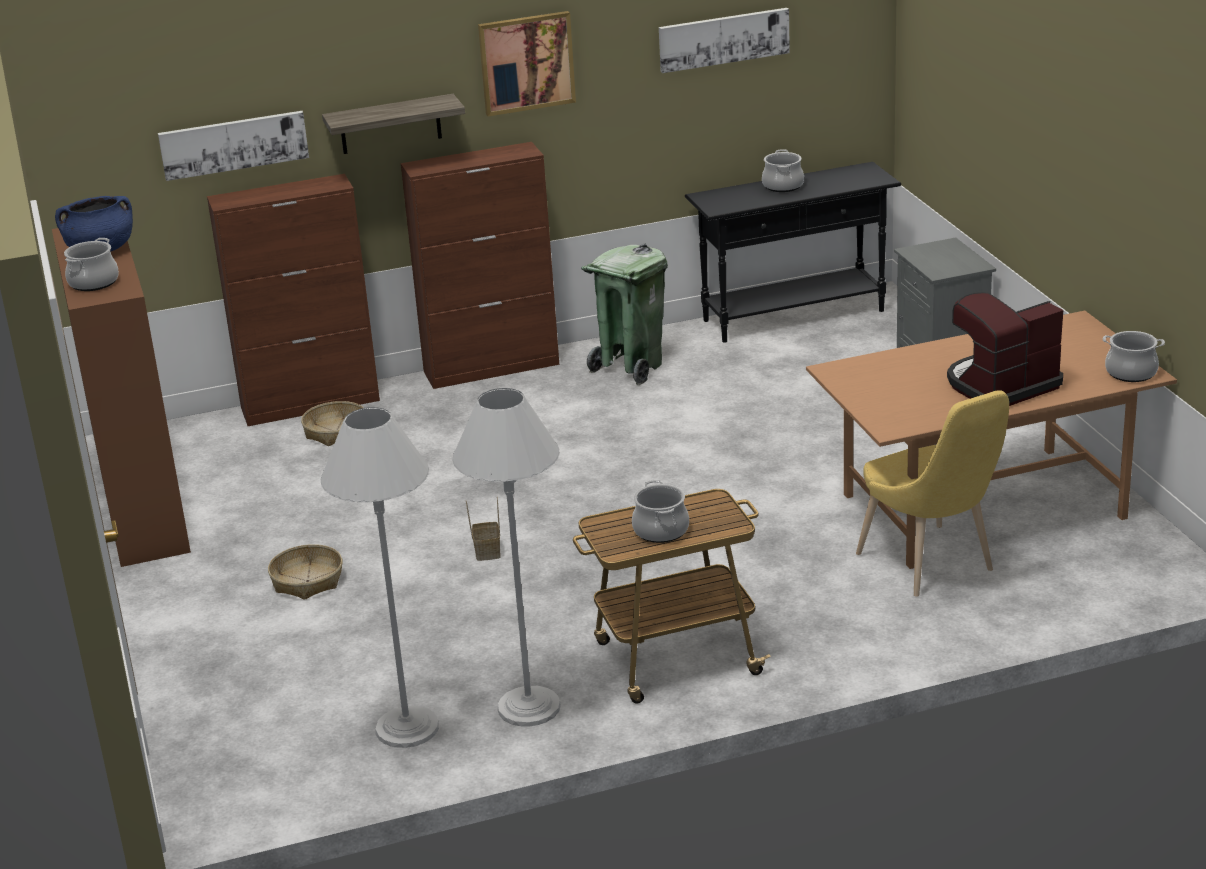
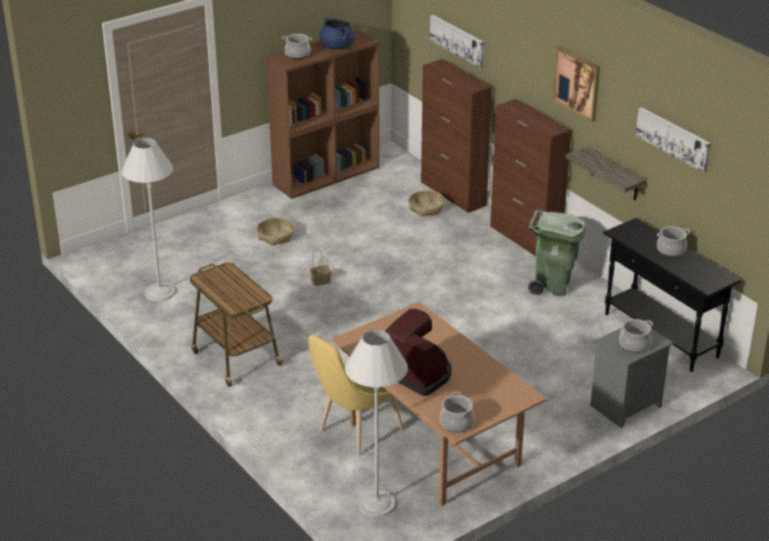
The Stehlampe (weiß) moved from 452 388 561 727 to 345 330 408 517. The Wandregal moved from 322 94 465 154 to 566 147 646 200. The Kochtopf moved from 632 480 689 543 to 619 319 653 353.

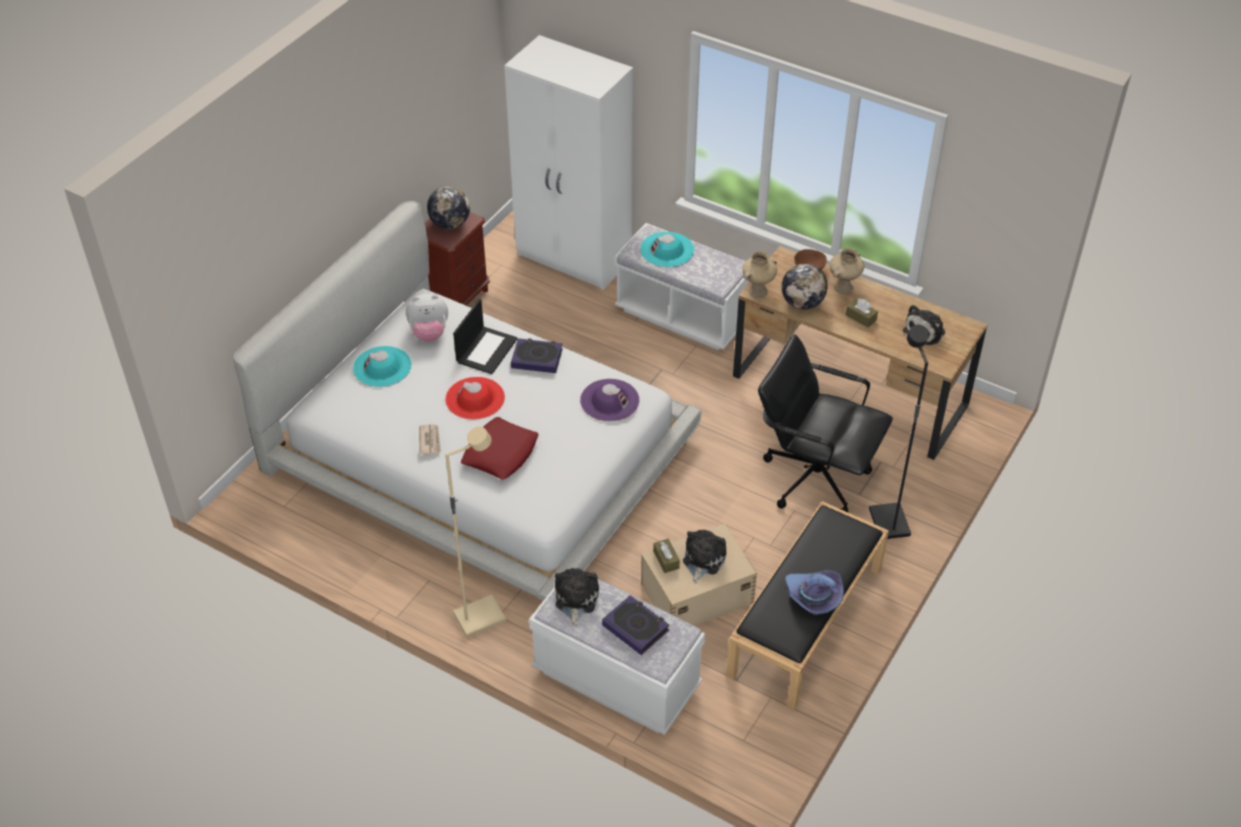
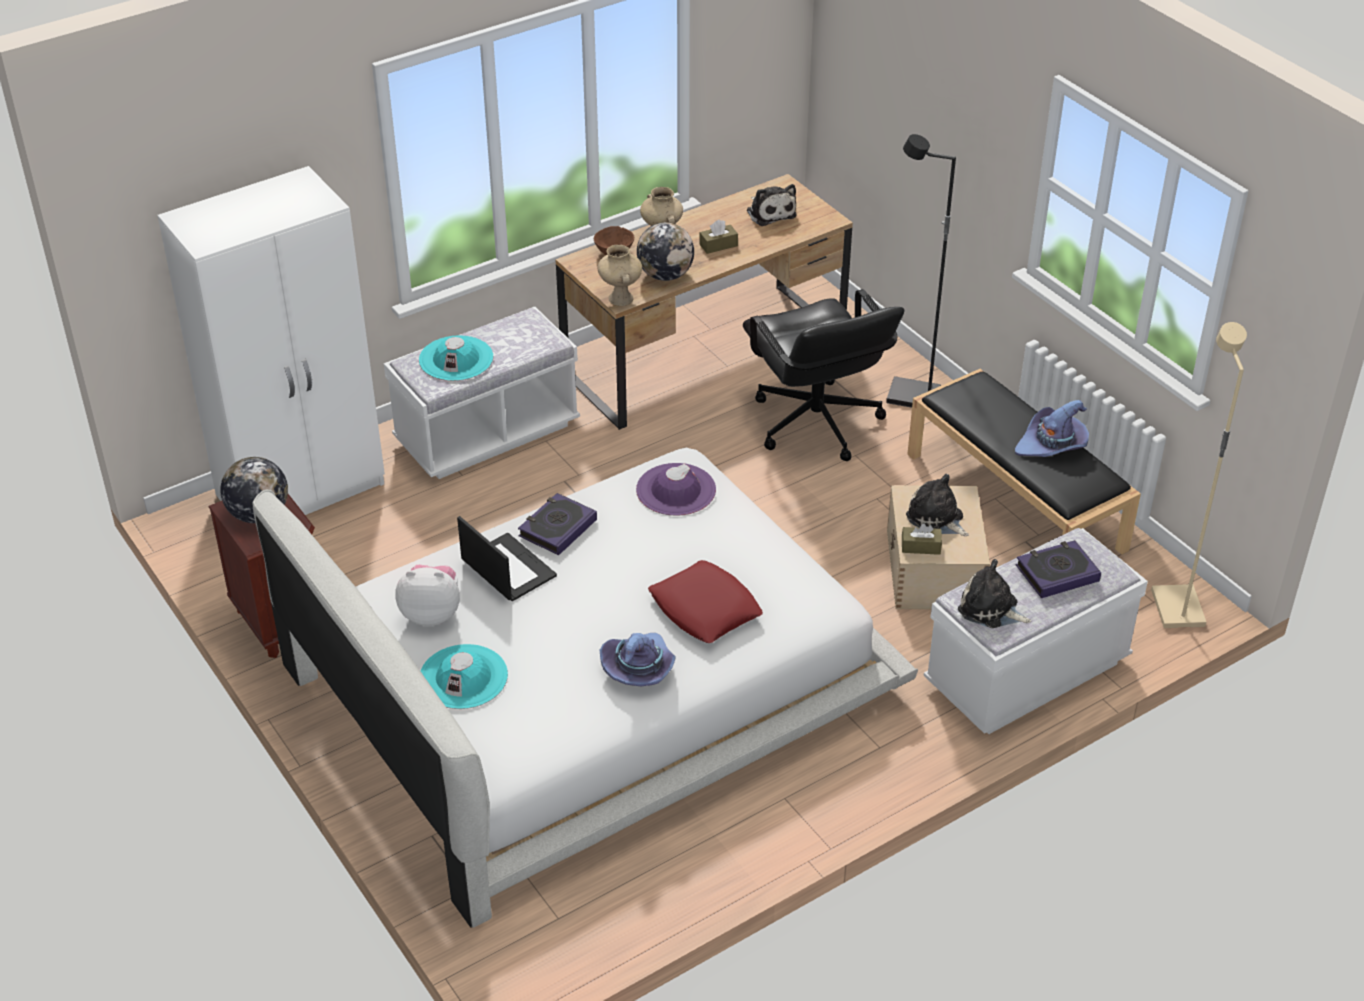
The Plüschtier at 406 294 448 342 turned 105 degrees counterclockwise. The Zeitung at 419 424 441 455 was replaced by the Hut (lila) at 600 633 676 686. The Bürostuhl (schwarz) at 758 334 893 513 turned 75 degrees counterclockwise. The Stehlampe (beige) moved from 445 427 506 637 to 1151 322 1247 628. The Hut (rot) at 446 377 505 419 disappeared.

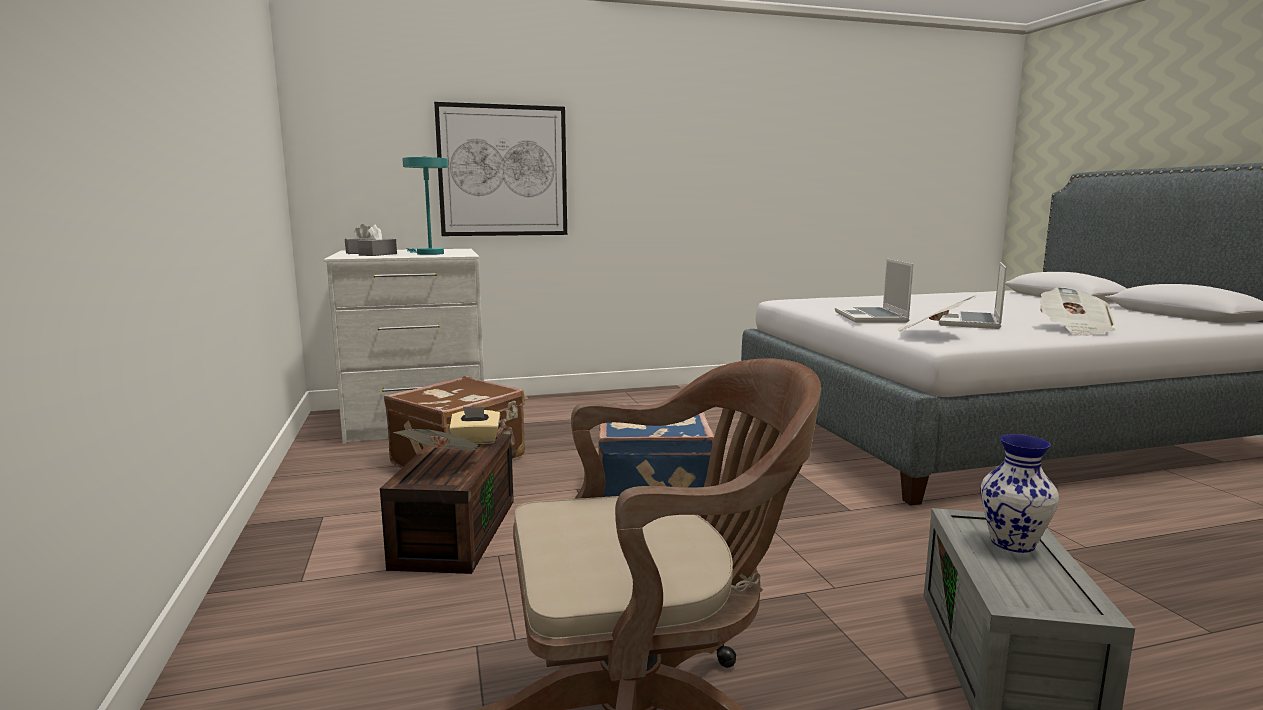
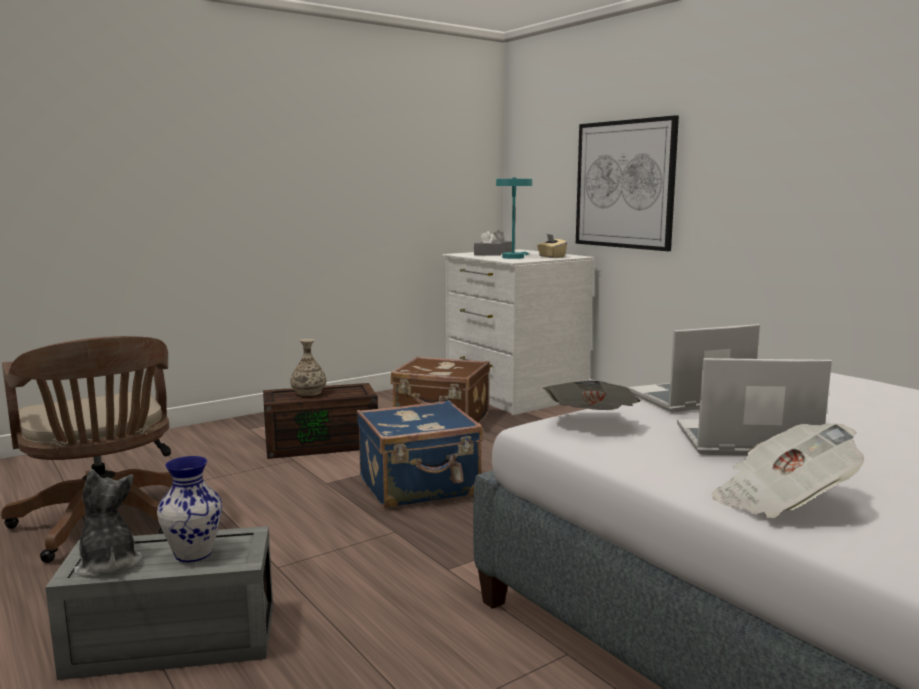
The Plüschtier at 74 469 142 578 appeared. The Zeitung at 393 429 480 450 was replaced by the Vase at 290 339 326 396. The Taschentuchbox (beige) moved from 449 407 500 444 to 537 234 568 258.

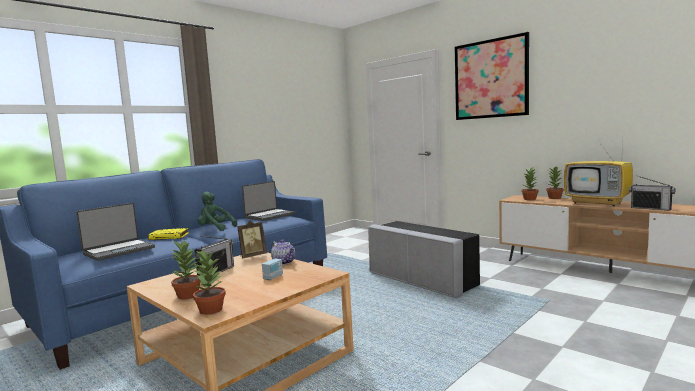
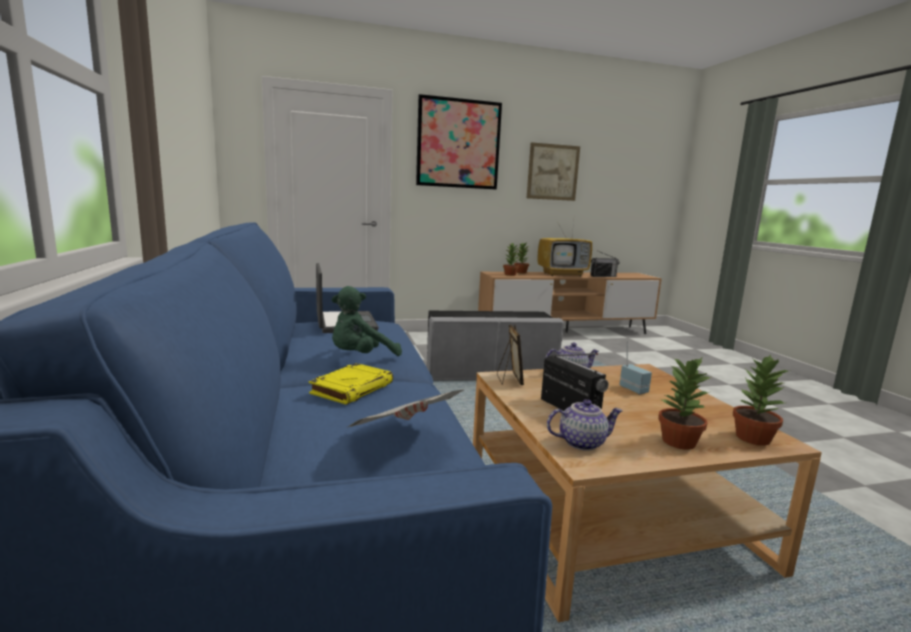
The Laptop at 76 203 155 261 was replaced by the Zeitung at 349 390 464 427. The Bild at 527 142 580 201 appeared. The Teekanne at 547 399 623 451 appeared.

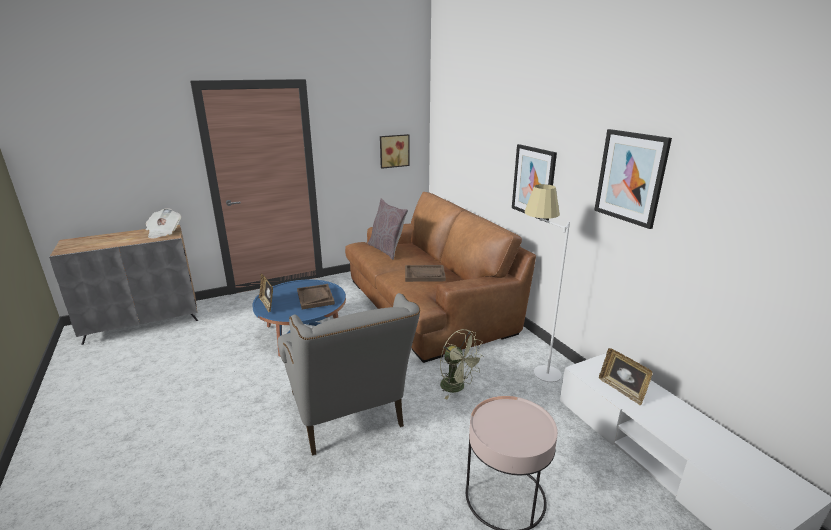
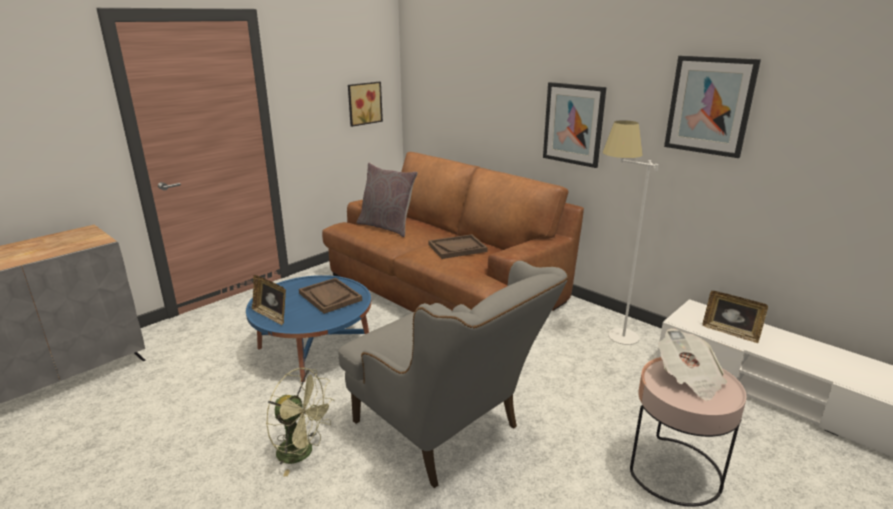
The Ventilator (grün) moved from 440 329 484 399 to 266 368 335 476. The Zeitung moved from 145 208 181 239 to 658 328 727 401.

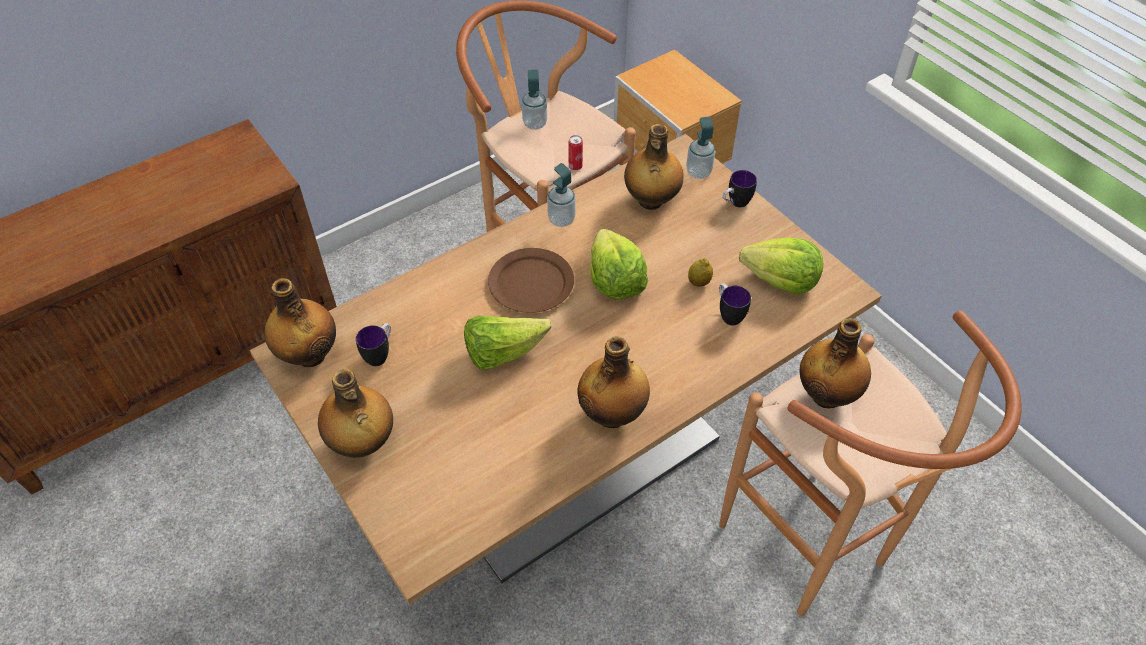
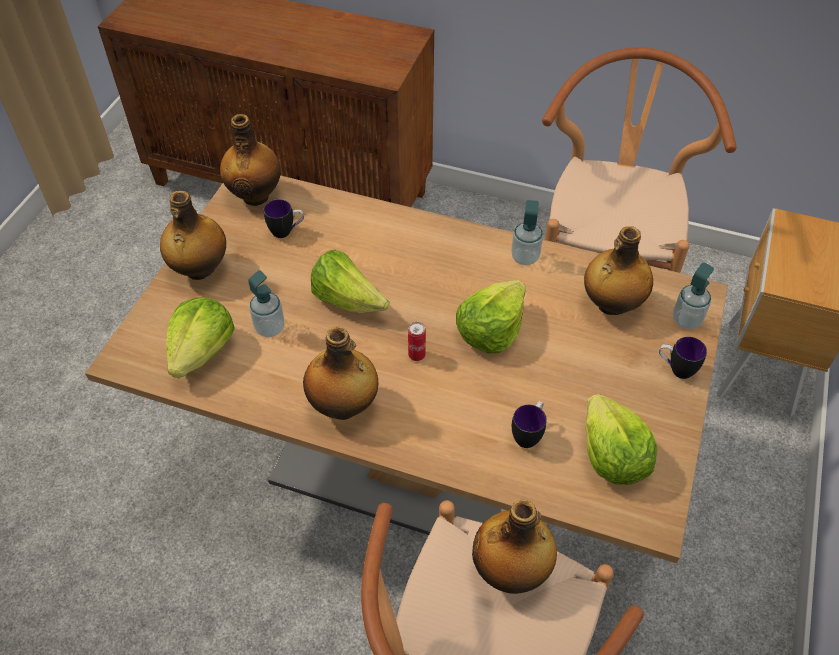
The Salatkopf at 166 297 235 378 appeared. The Seifenspender moved from 522 69 547 130 to 248 270 284 337. The Dose moved from 569 135 583 171 to 408 322 426 361. The Teller (braun) at 488 248 574 313 disappeared. The Zitrone at 688 258 713 287 disappeared.

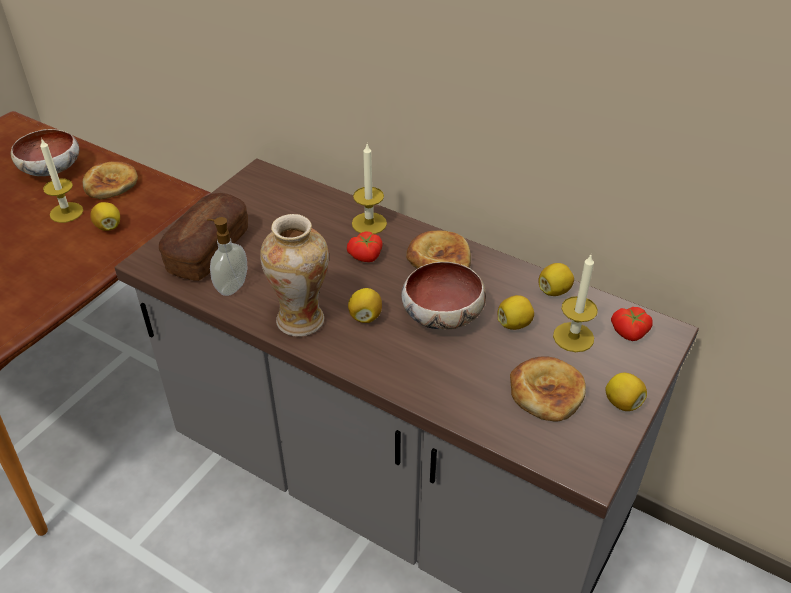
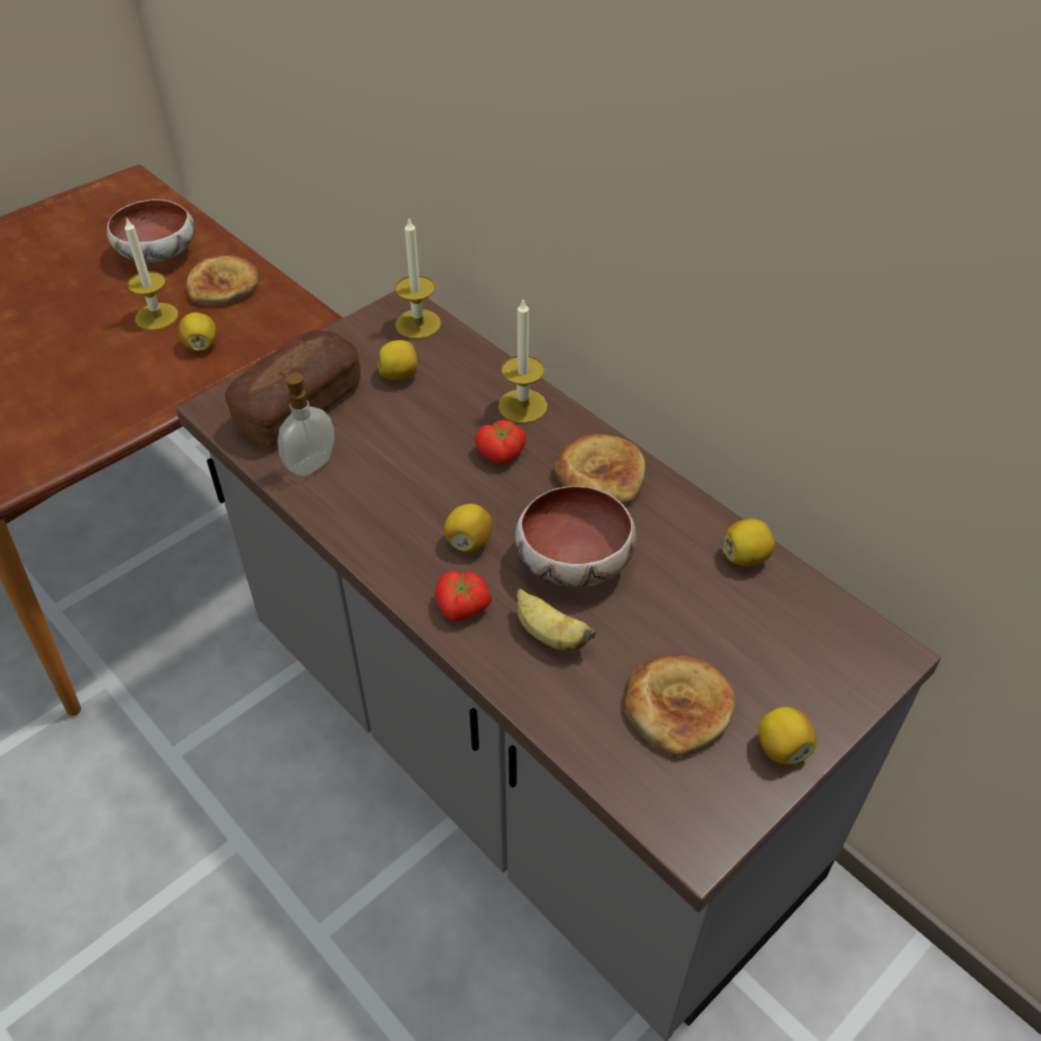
The Zitrone moved from 497 295 534 330 to 378 340 418 381. The Kerze moved from 553 255 598 352 to 395 219 441 339. The Tomate moved from 611 307 653 341 to 435 571 492 621. The Banane at 517 589 596 651 appeared. The Vase at 260 214 329 337 disappeared.

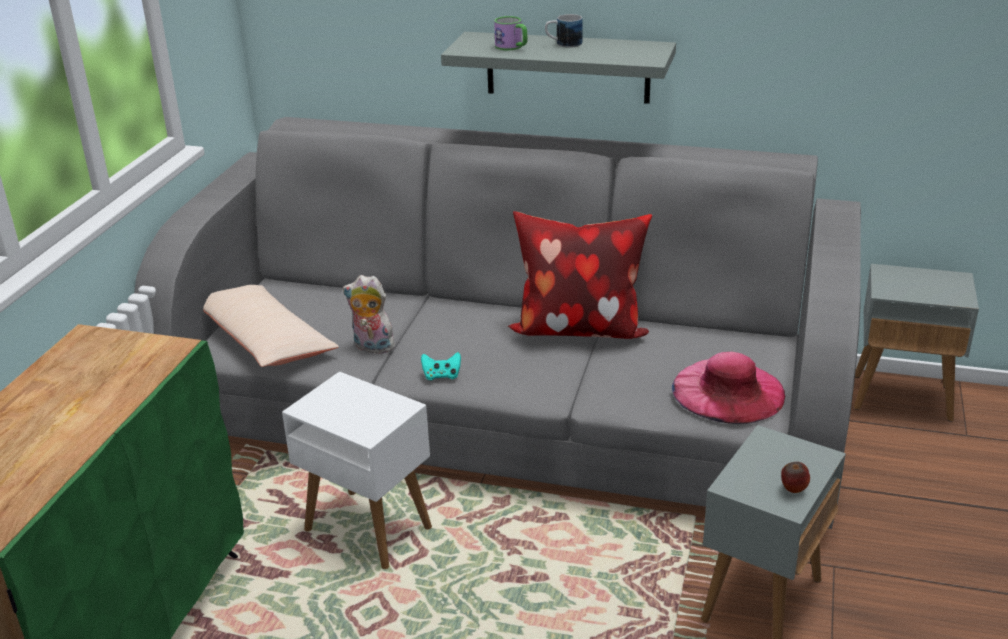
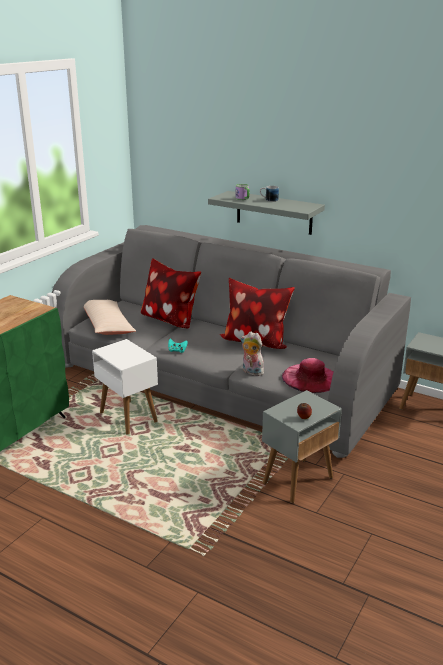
The Kissen at 141 258 201 328 appeared. The Plüschtier moved from 343 275 399 354 to 240 331 264 376.

